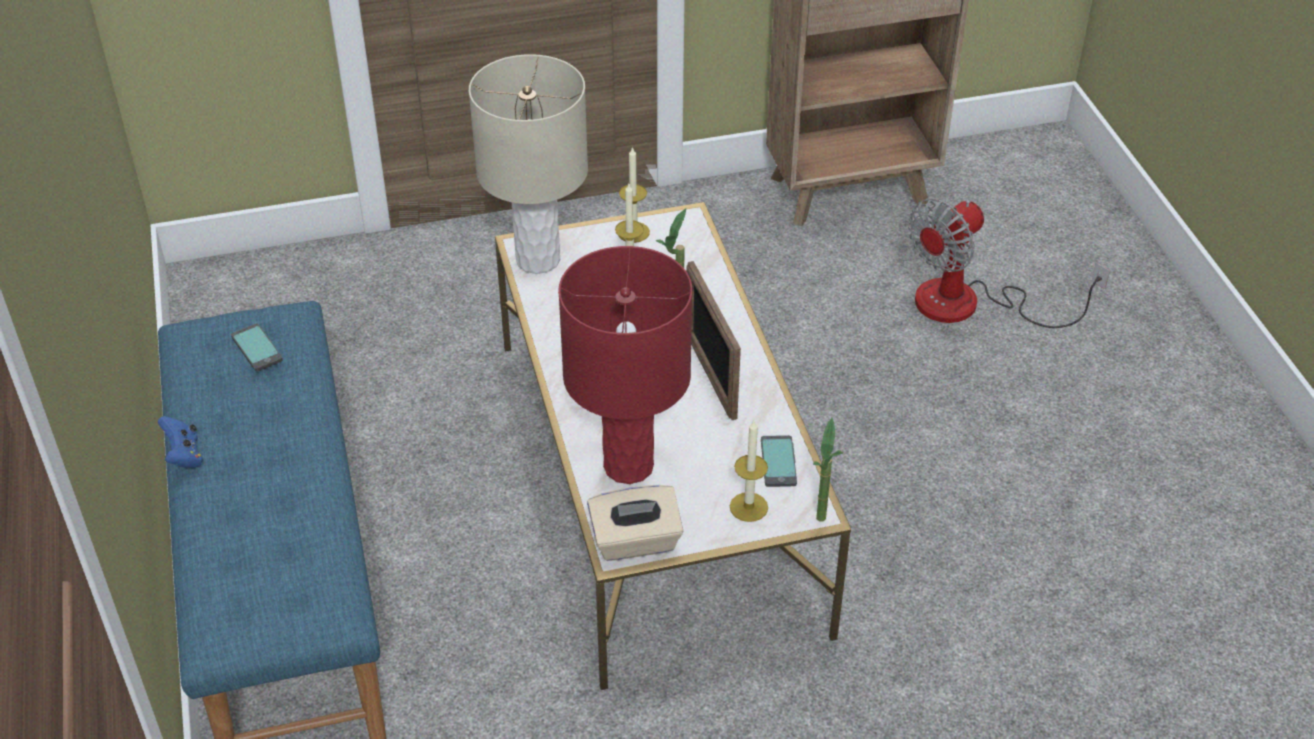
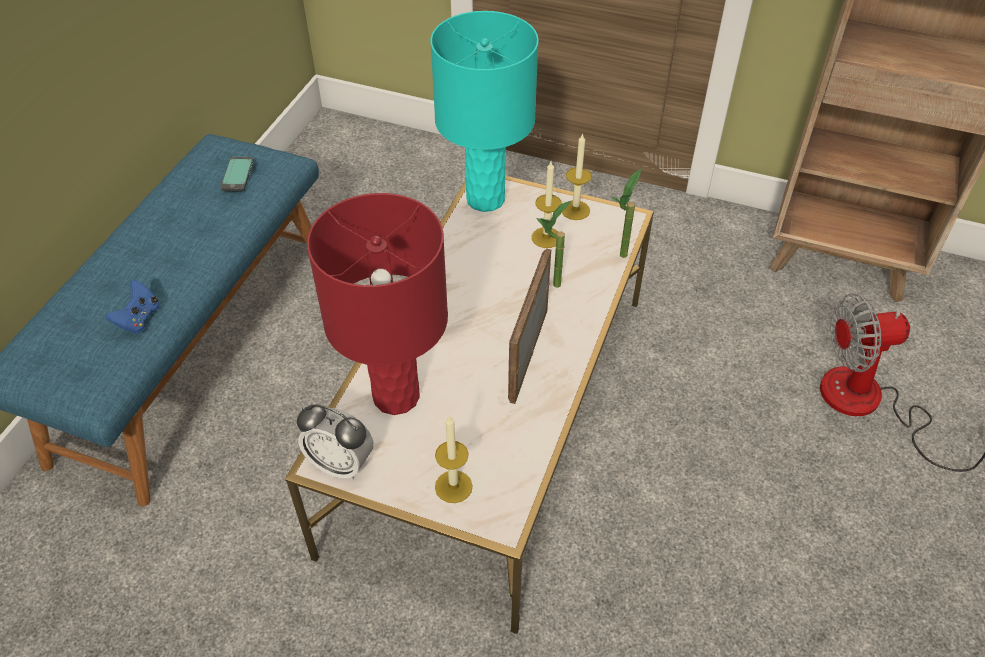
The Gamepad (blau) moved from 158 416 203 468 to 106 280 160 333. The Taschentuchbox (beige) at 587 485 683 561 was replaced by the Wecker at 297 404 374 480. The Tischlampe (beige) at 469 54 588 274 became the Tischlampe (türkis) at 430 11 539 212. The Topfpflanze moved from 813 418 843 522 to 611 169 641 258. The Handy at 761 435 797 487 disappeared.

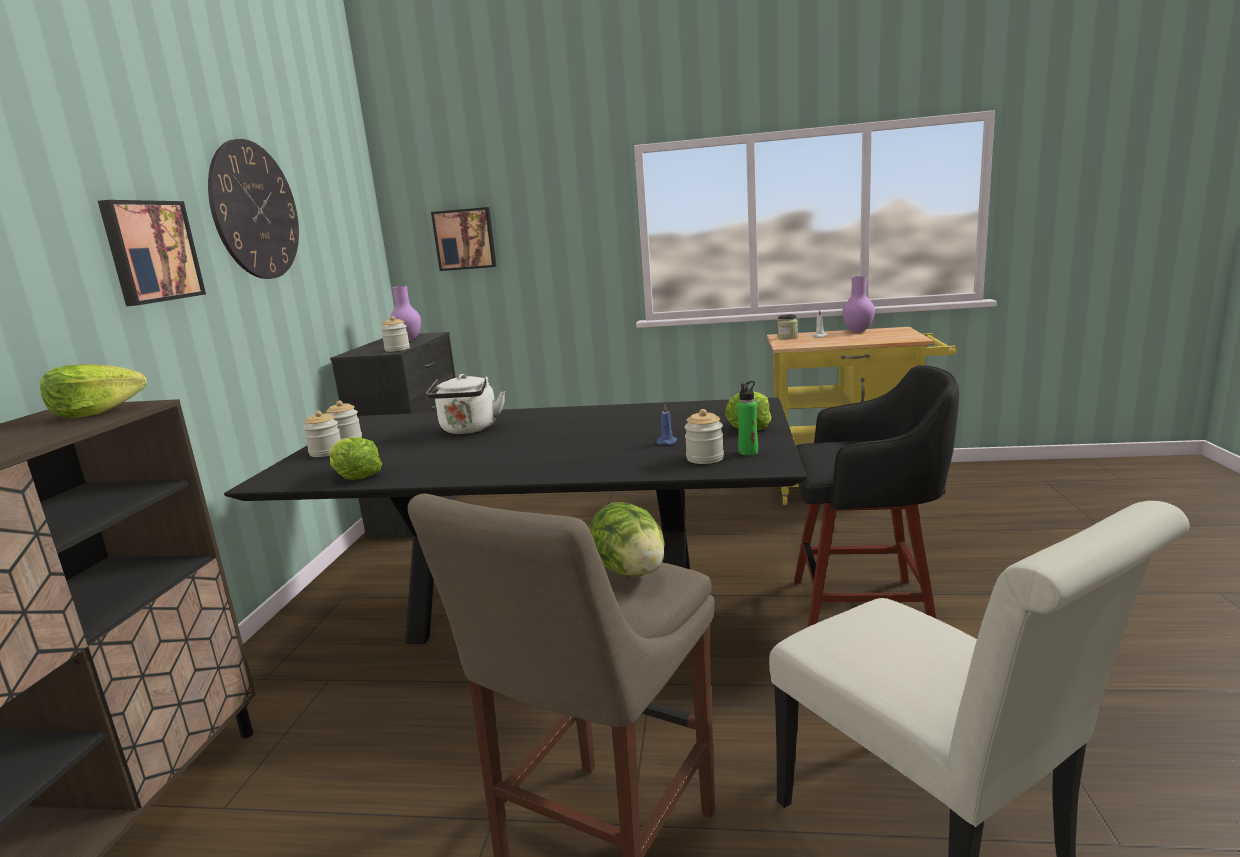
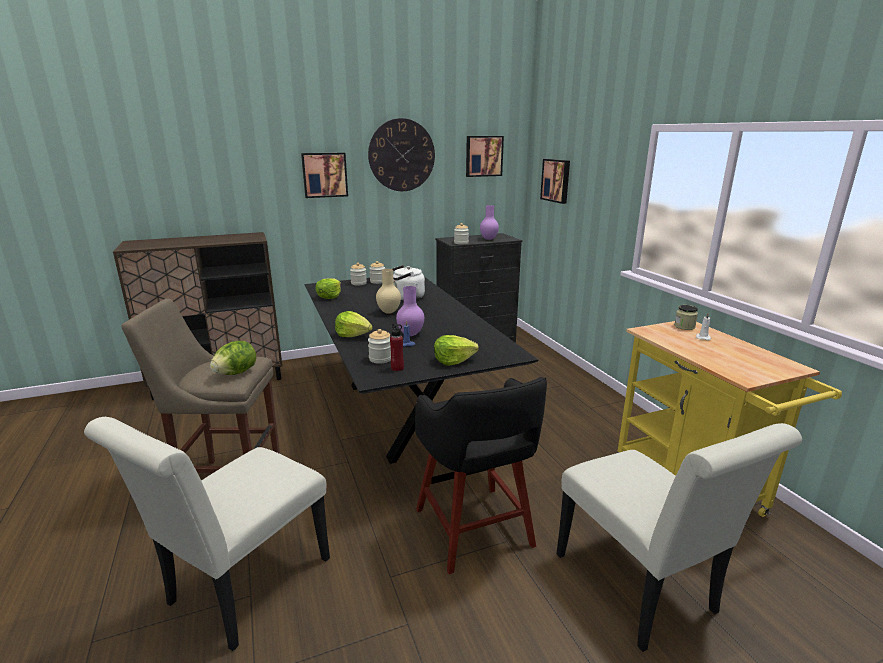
The Salatkopf moved from 40 364 147 418 to 335 311 373 337. The Vase (beige) at 376 269 401 314 appeared. The Flasche (grün) at 737 381 758 456 became the Flasche (rot) at 390 324 404 371. The Vase (lila) moved from 842 276 875 332 to 396 286 424 336. The Bild at 466 136 504 177 appeared. The Stuhl (weiß) at 556 423 802 652 appeared.

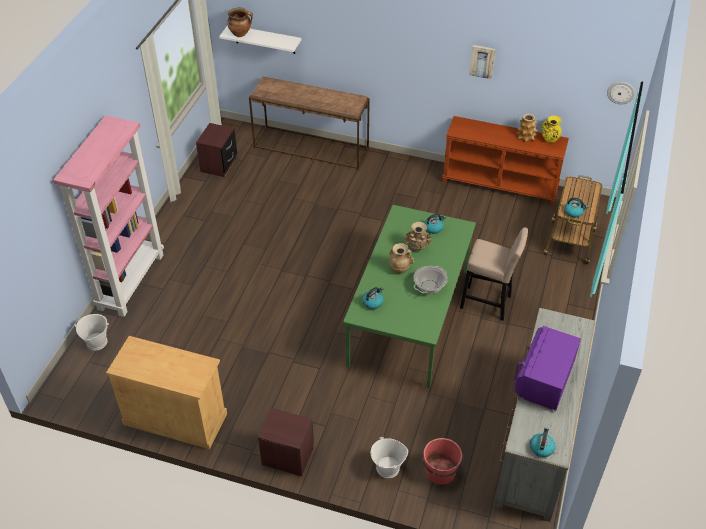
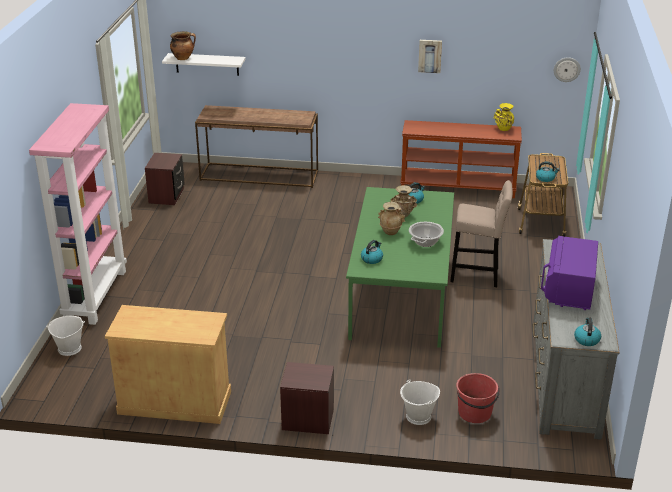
The Vase at 517 113 538 142 disappeared.

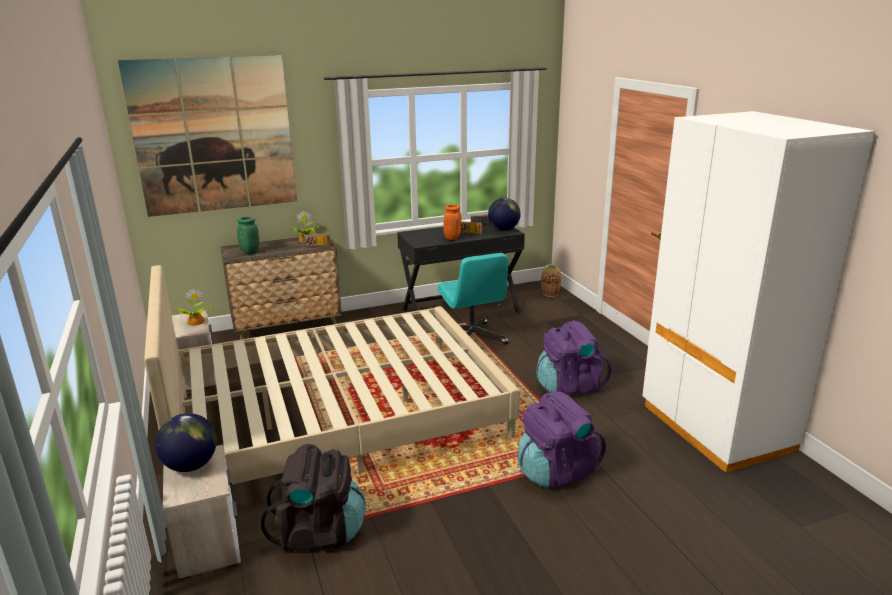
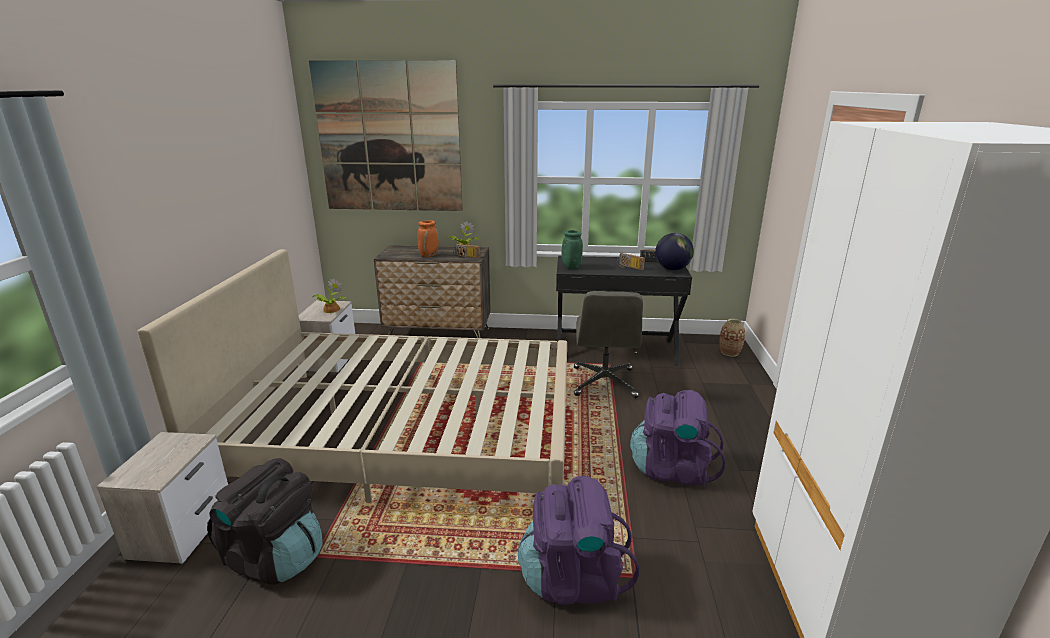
The Vase (orange) moved from 443 205 462 240 to 417 220 439 257. The Vase (grün) moved from 237 217 259 254 to 561 230 583 269. The Bürostuhl (türkis) at 437 253 508 344 became the Bürostuhl (grau) at 574 291 643 398. The Globus at 155 413 217 472 disappeared.

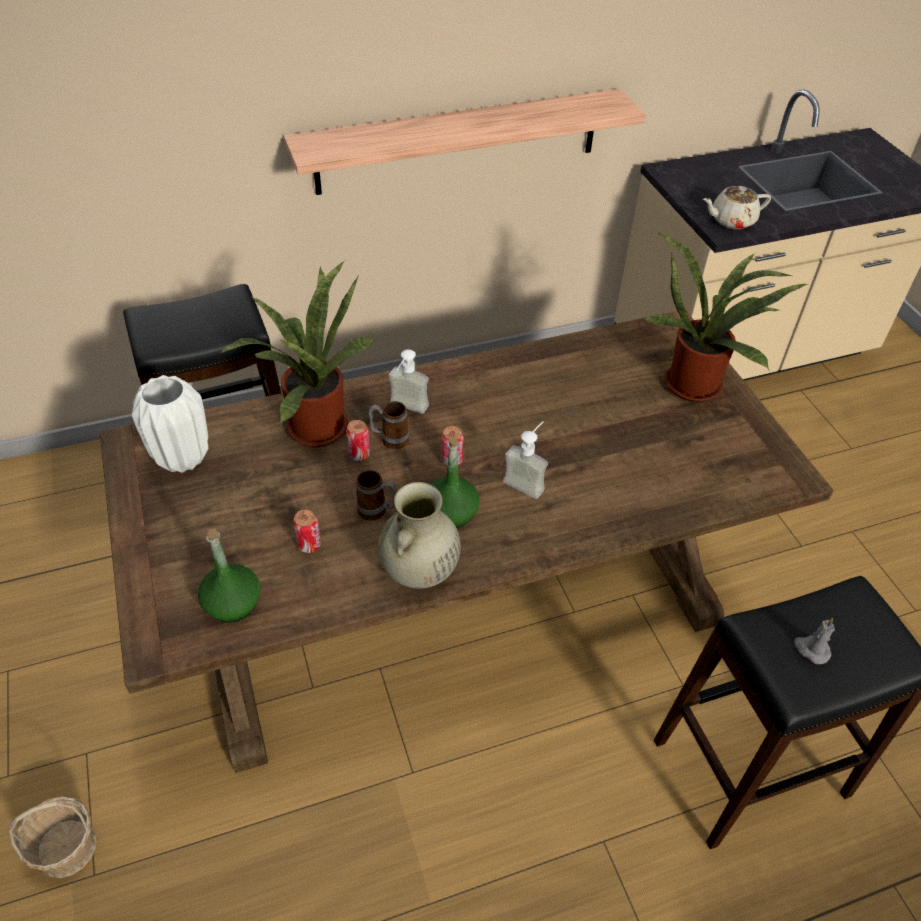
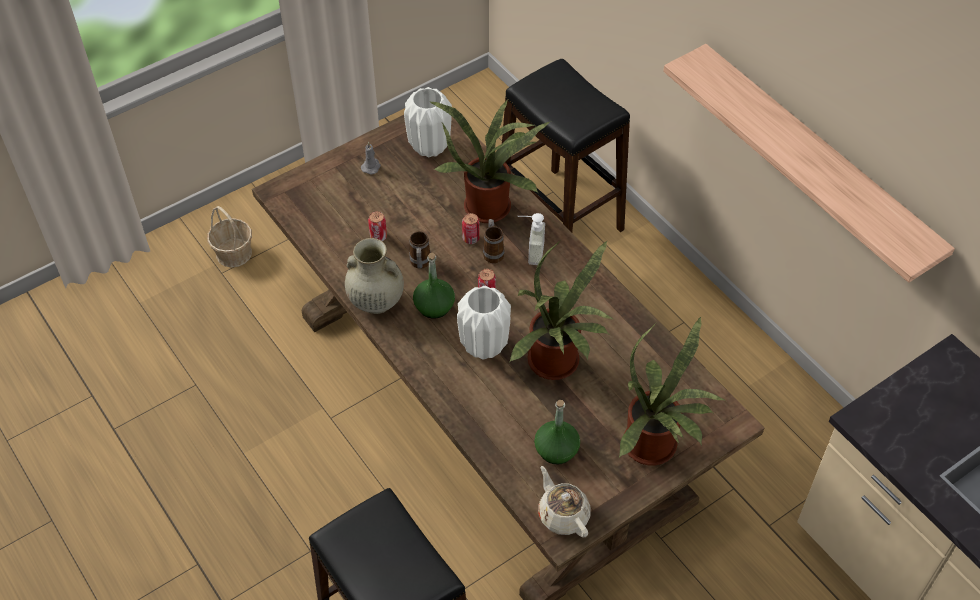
The Kerze (grau) moved from 794 618 835 664 to 361 142 381 174. The Seifenspender at 503 421 548 499 was replaced by the Vase (weiß) at 457 286 511 360. The Topfpflanze at 509 240 614 380 appeared. The Flasche (grün) moved from 198 529 261 623 to 534 400 580 465. The Teekanne (beige) moved from 703 186 771 229 to 538 466 590 538.

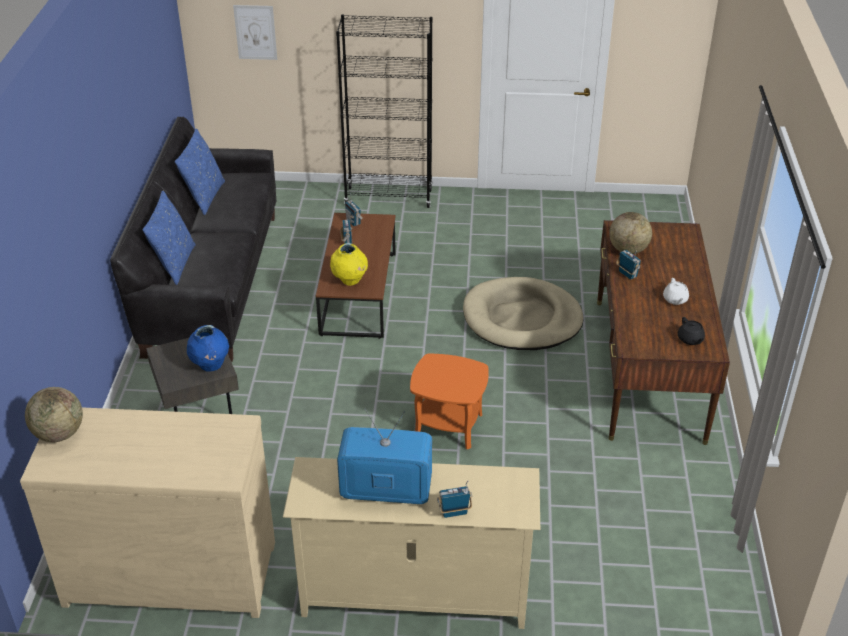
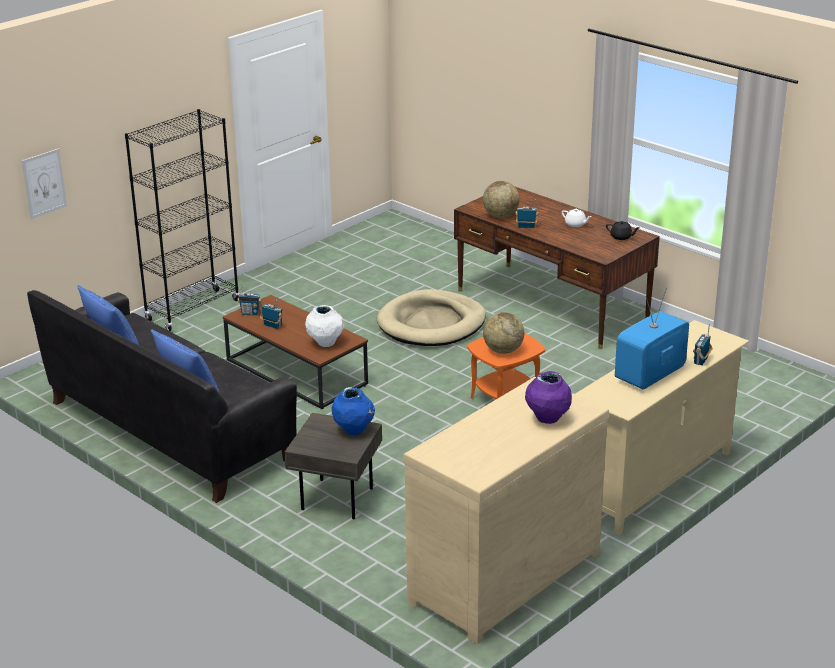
The Vase (gelb) at 330 243 368 286 became the Vase (weiß) at 305 305 344 347. The Globus moved from 25 387 83 442 to 483 312 524 354. The Vase (lila) at 525 371 572 424 appeared.

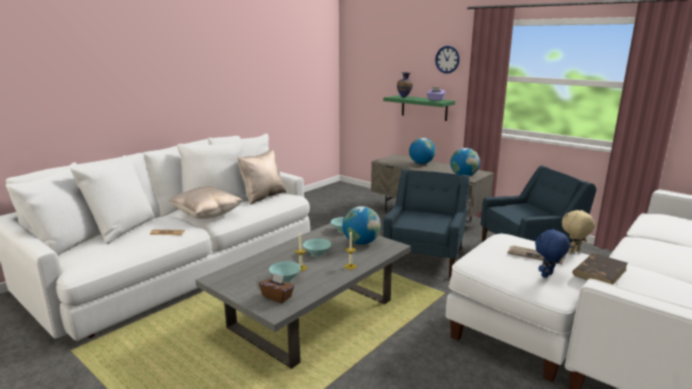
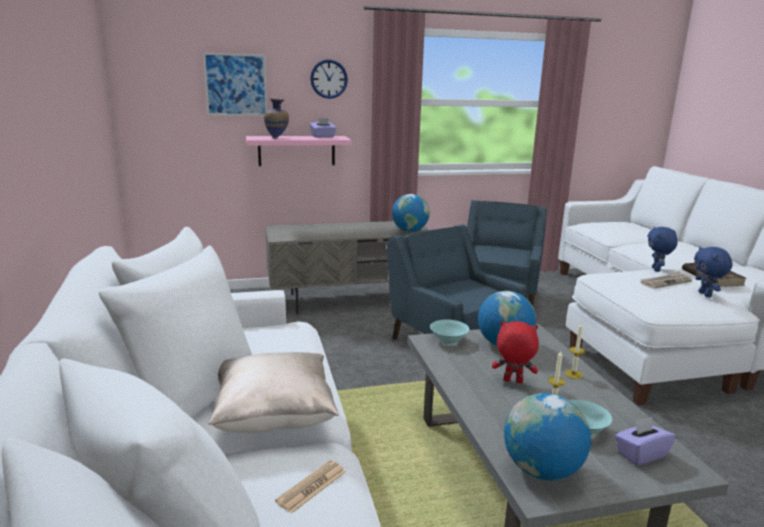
The Bild at 203 53 267 116 appeared. The Wandregal (grün) at 383 95 455 121 became the Wandregal (rosa) at 246 136 352 166. The Schüssel (türkis) at 303 239 331 257 was replaced by the Plüschtier (rot) at 492 321 539 383. The Globus moved from 409 138 436 164 to 504 393 591 480. The Taschentuchbox (braun) at 259 273 294 303 became the Taschentuchbox (lila) at 615 417 676 466. The Plüschtier (beige) at 562 210 595 253 became the Plüschtier (blau) at 647 226 678 272. The Kissen (beige) at 238 149 286 205 disappeared.

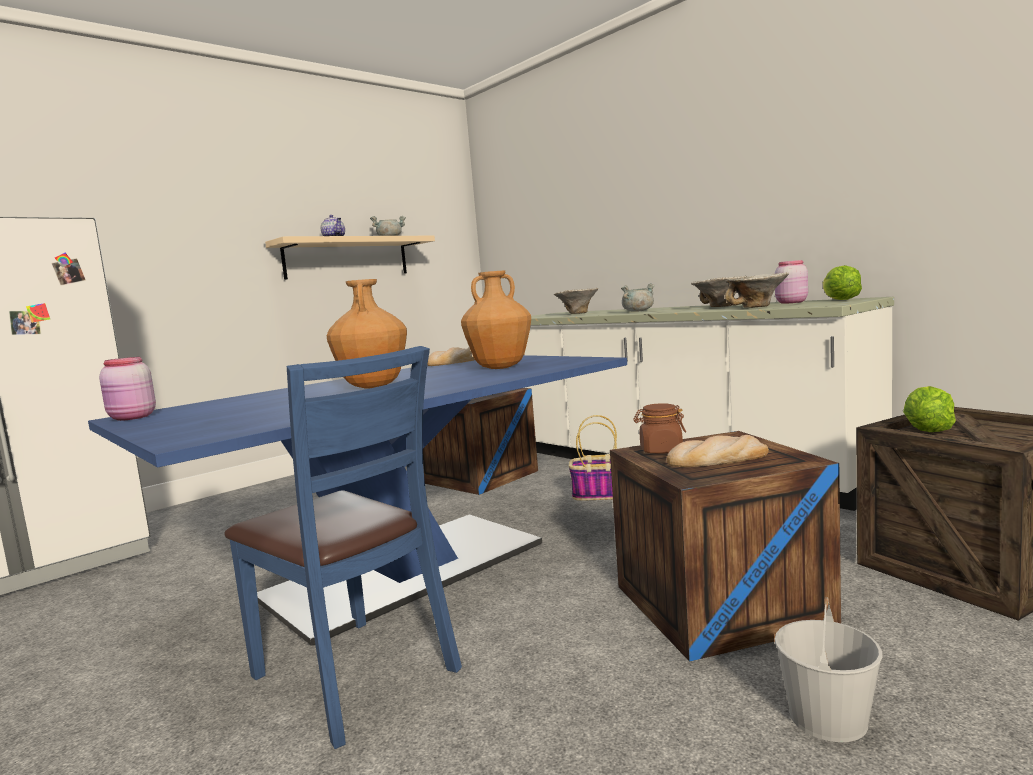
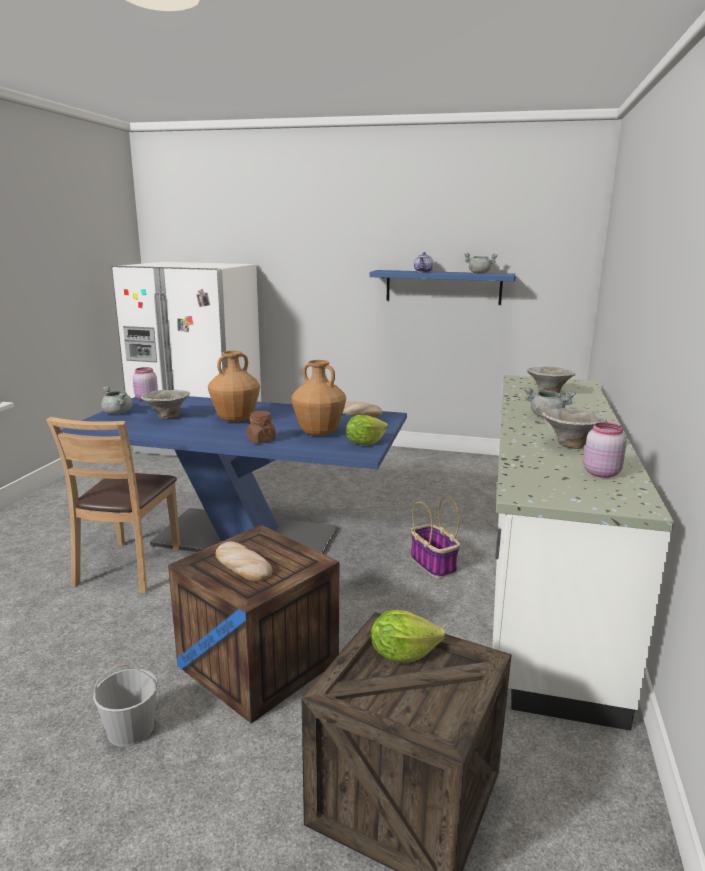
The Stuhl (blau) at 224 346 462 749 became the Stuhl (braun) at 46 417 180 594. The Kochtopf (grau) at 101 386 132 414 appeared. The Schüssel moved from 725 272 789 308 to 141 390 190 420. The Vorratsglas (braun) moved from 633 403 686 454 to 247 411 276 443. The Salatkopf moved from 823 265 862 300 to 346 415 388 445. The Wandregal (beige) at 265 236 435 280 became the Wandregal (blau) at 369 270 516 305. The Kiste at 423 388 538 495 disappeared.

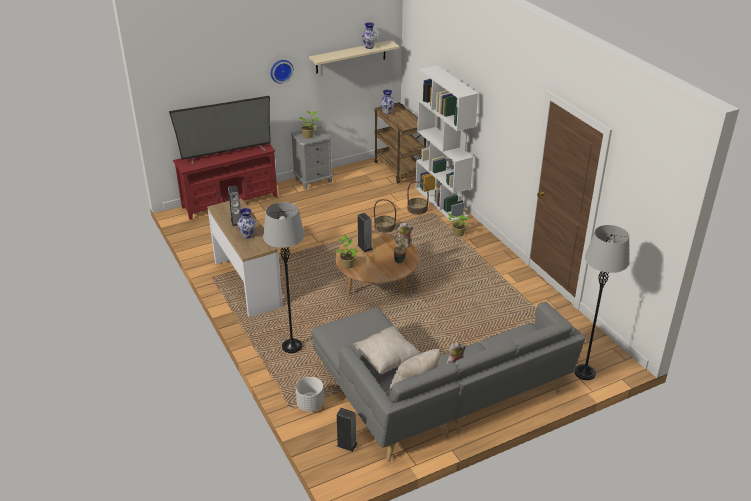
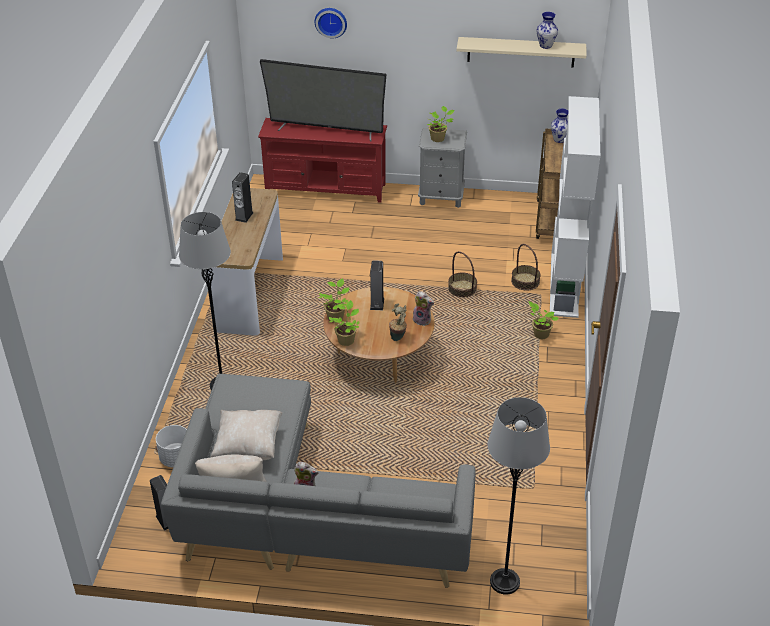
The Wanduhr moved from 271 60 294 83 to 315 8 347 38. The Topfpflanze at 329 300 359 346 appeared. The Vase at 237 208 256 239 disappeared.

